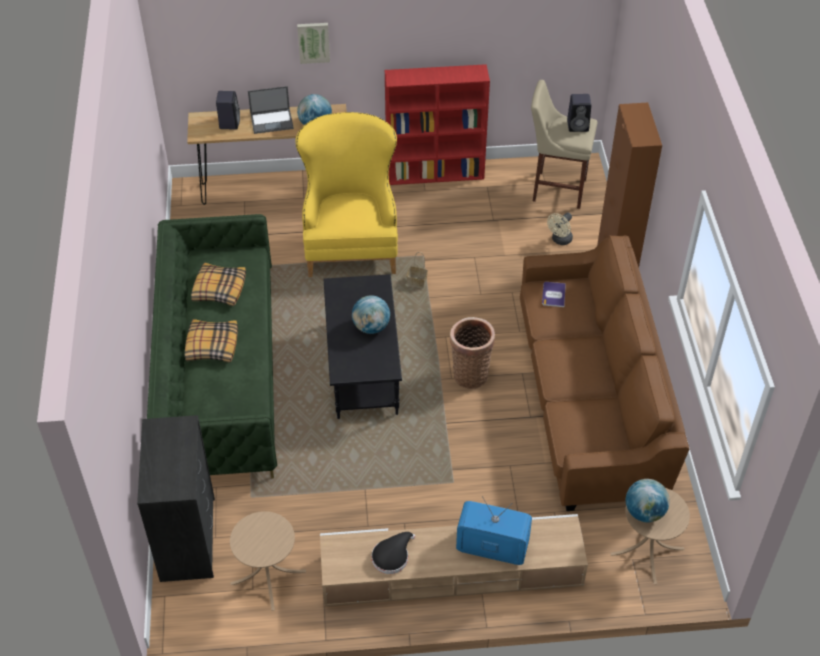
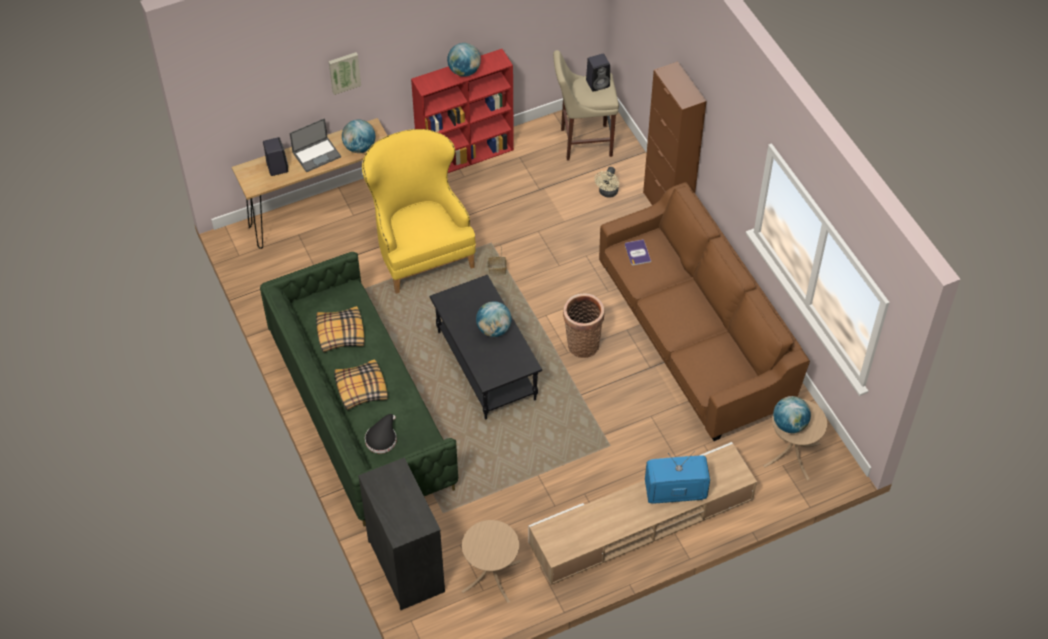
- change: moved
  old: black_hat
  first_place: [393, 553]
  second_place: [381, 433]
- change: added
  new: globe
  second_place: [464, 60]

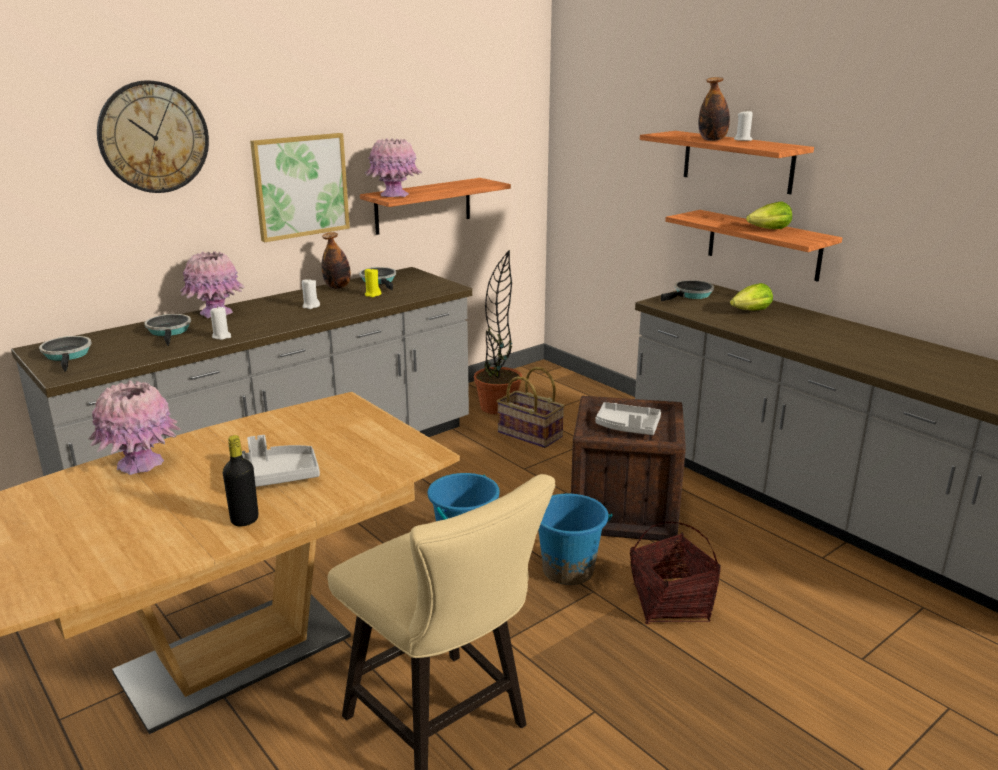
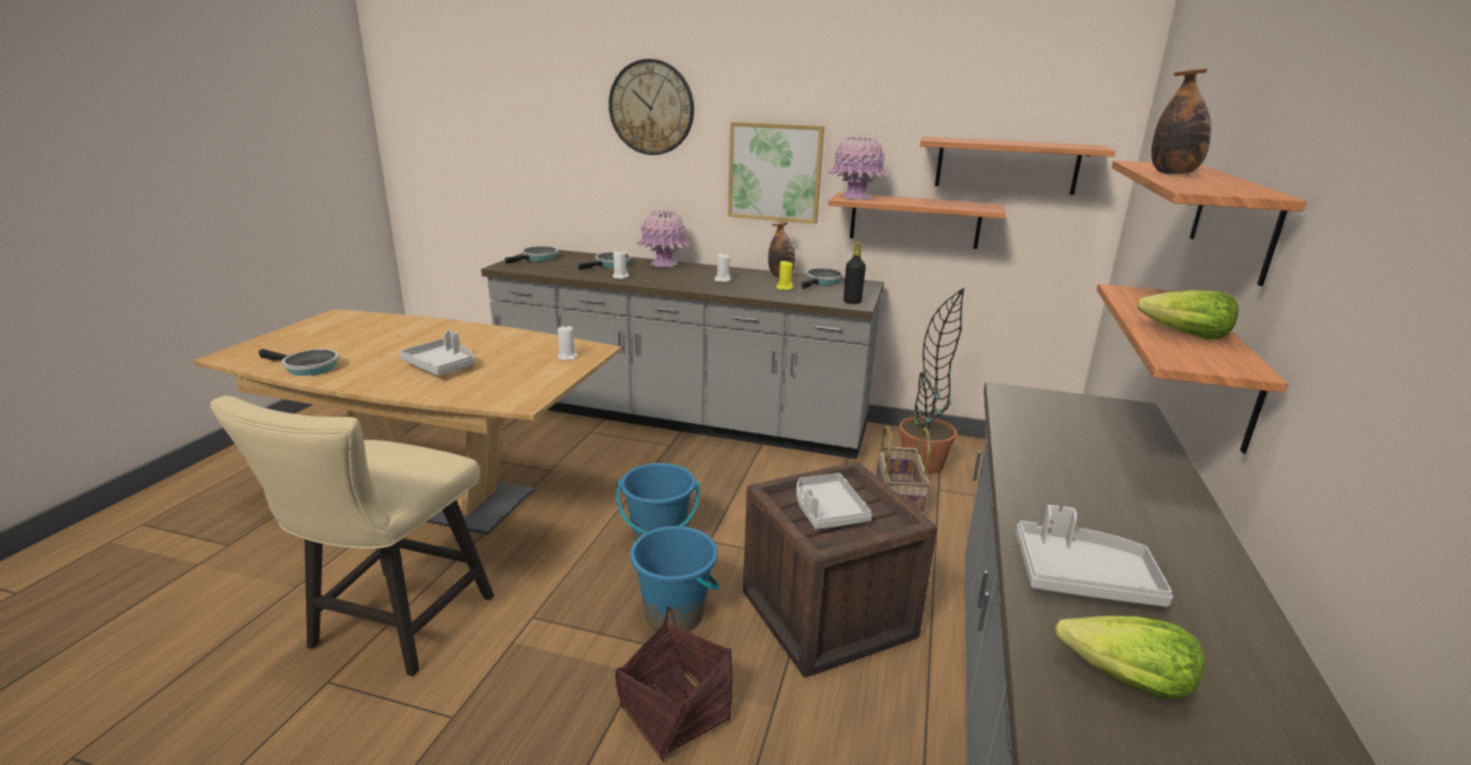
- change: moved
  old: white_candle
  first_place: [743, 125]
  second_place: [567, 342]
- change: moved
  old: frying_pan
  first_place: [687, 290]
  second_place: [299, 362]
- change: moved
  old: lettuce
  first_place: [751, 297]
  second_place: [1129, 657]
- change: removed
  old: pink_vase
  first_place: [134, 427]
- change: moved
  old: black_bottle
  first_place: [240, 481]
  second_place: [855, 273]
- change: added
  new: shelf
  second_place: [1018, 166]
- change: added
  new: grey_tray
  second_place: [1094, 556]

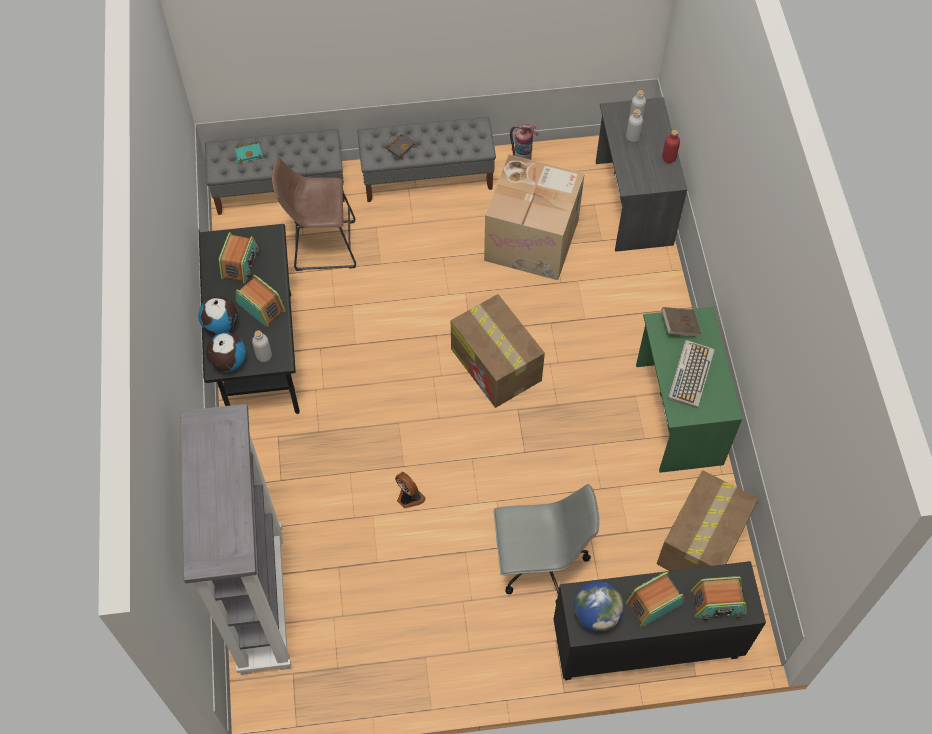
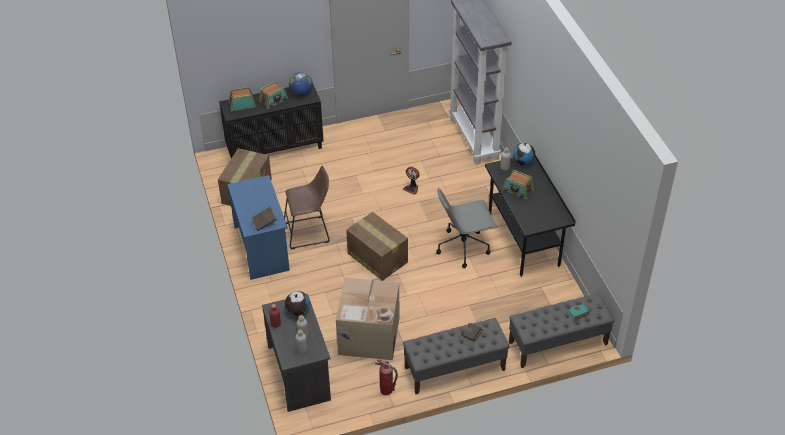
- change: moved
  old: brown_stool
  first_place: [314, 214]
  second_place: [307, 207]
- change: removed
  old: radio
  first_place: [239, 258]
- change: moved
  old: globe
  first_place: [218, 315]
  second_place: [297, 304]
- change: recoloured
  old: green_desk
  new: blue_desk
  first_place: [689, 390]
  second_place: [258, 227]
- change: removed
  old: keyboard
  first_place: [691, 374]
- change: moved
  old: grey_office_chair
  first_place: [546, 543]
  second_place: [466, 228]

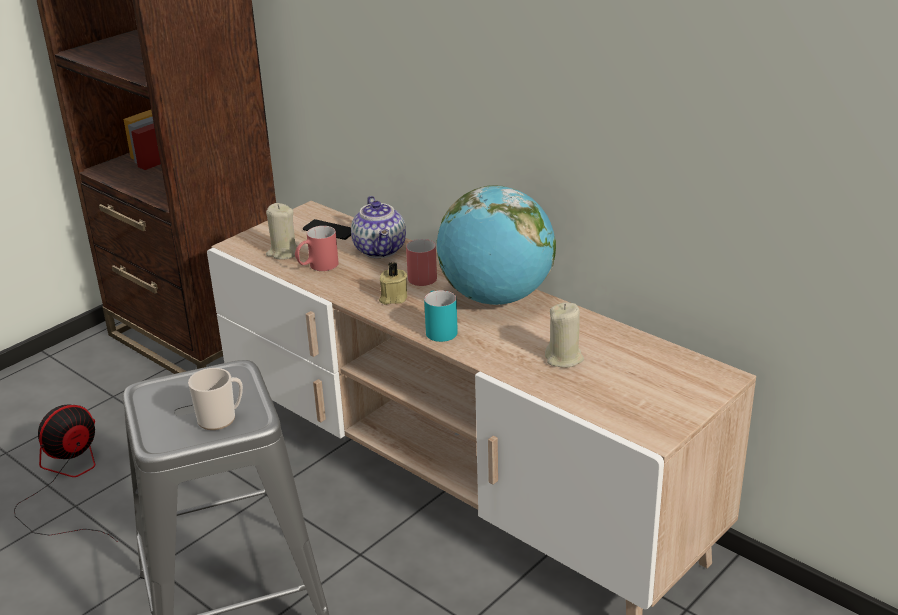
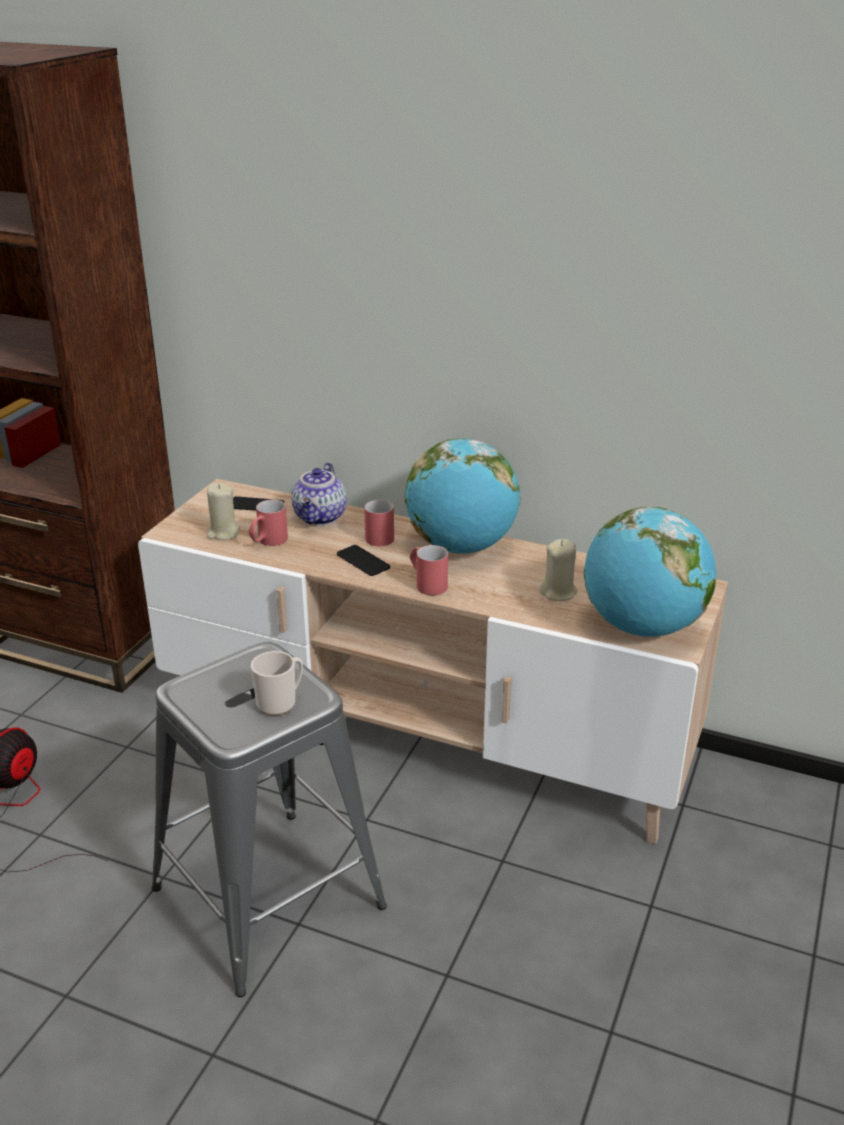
- change: turned
  old: teapot
  first_place: [378, 227]
  second_place: [319, 494]
  degrees: 45
- change: replaced
  old: beige_candle
  new: phone
  first_place: [393, 283]
  second_place: [363, 560]
- change: recoloured
  old: turquoise_mug
  new: red_mug
  first_place: [441, 316]
  second_place: [429, 570]
- change: added
  new: globe
  second_place: [650, 572]

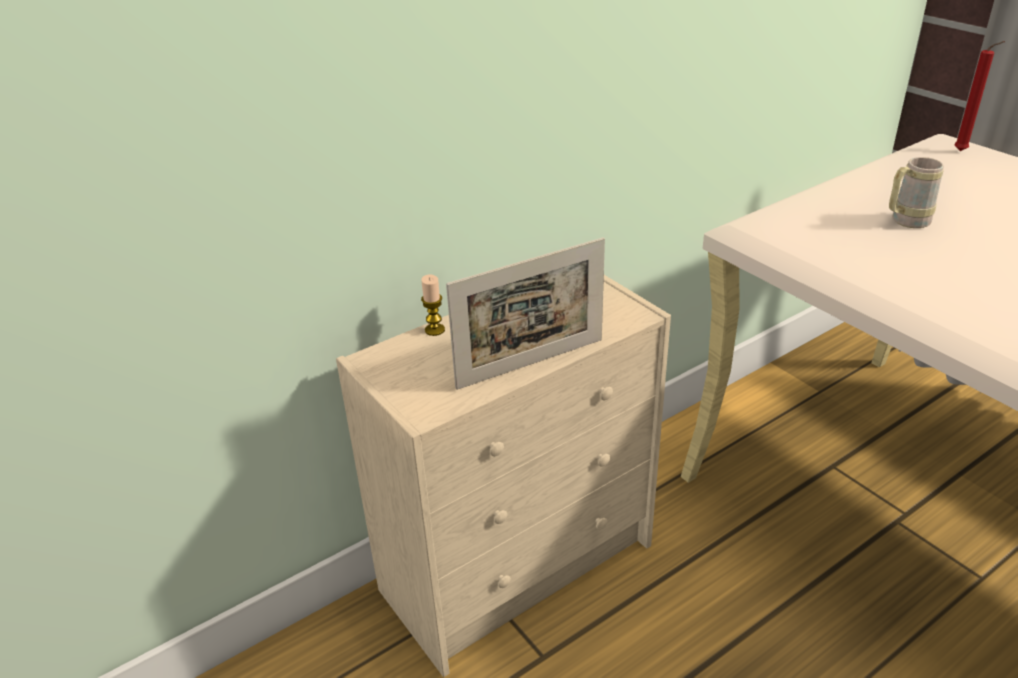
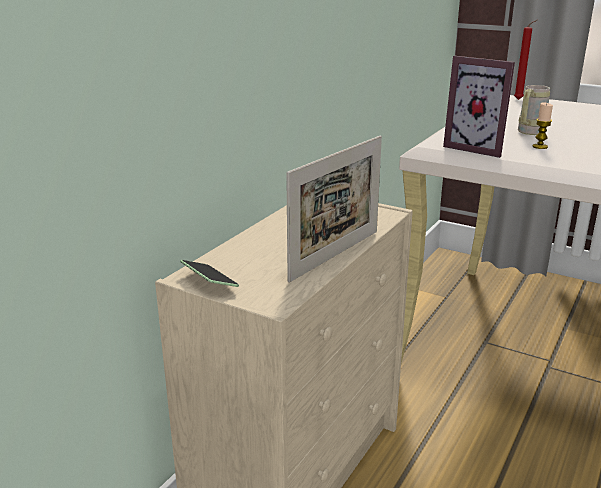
- change: moved
  old: candle
  first_place: [433, 305]
  second_place: [543, 125]
- change: added
  new: picture_frame
  second_place: [479, 107]
- change: added
  new: phone
  second_place: [209, 273]

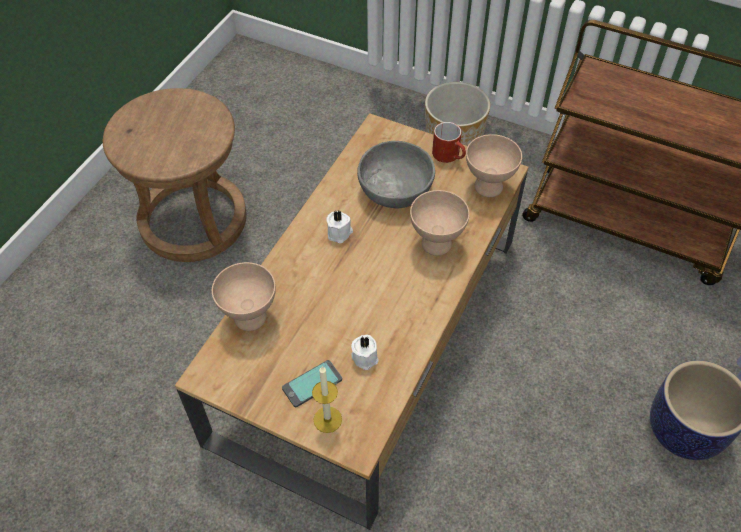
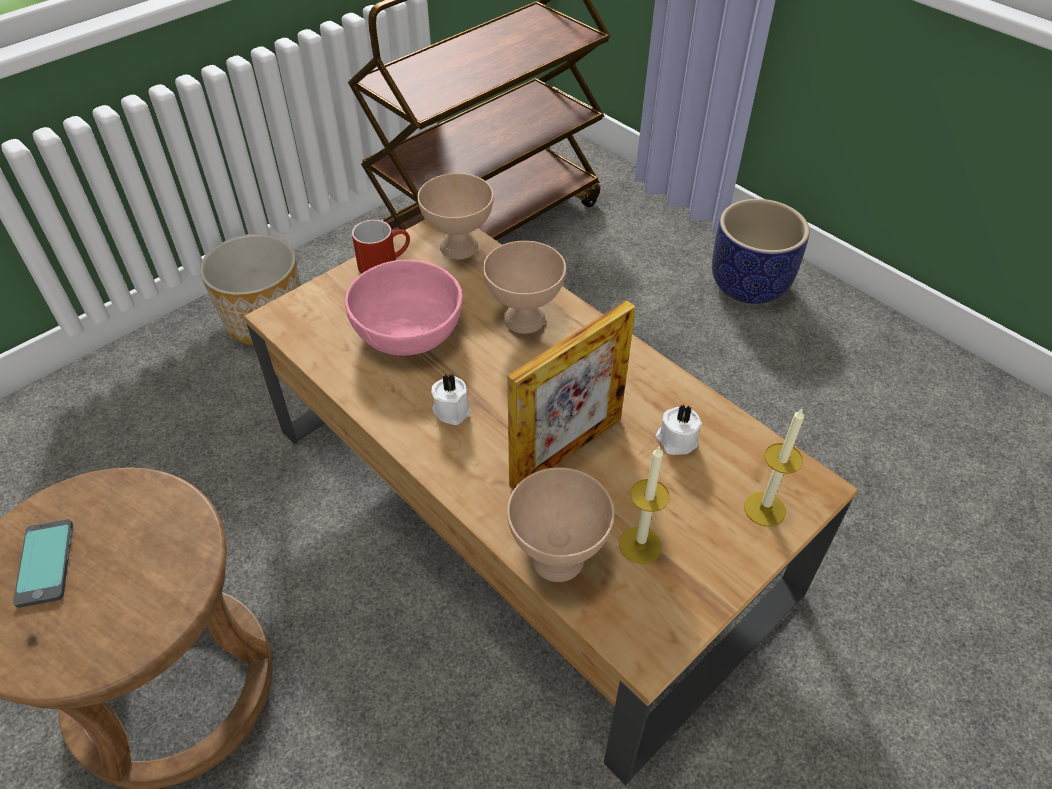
- change: recoloured
  old: grey_bowl
  new: pink_bowl
  first_place: [396, 174]
  second_place: [404, 308]
- change: moved
  old: phone
  first_place: [312, 383]
  second_place: [43, 563]
- change: added
  new: picture_frame
  second_place: [571, 395]
- change: added
  new: candle
  second_place: [644, 504]

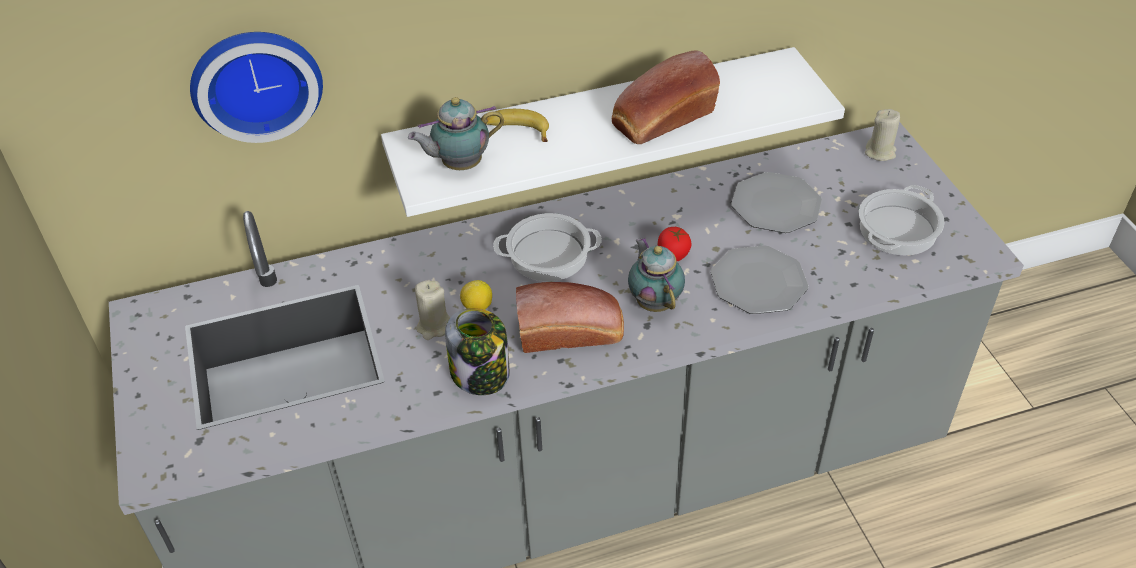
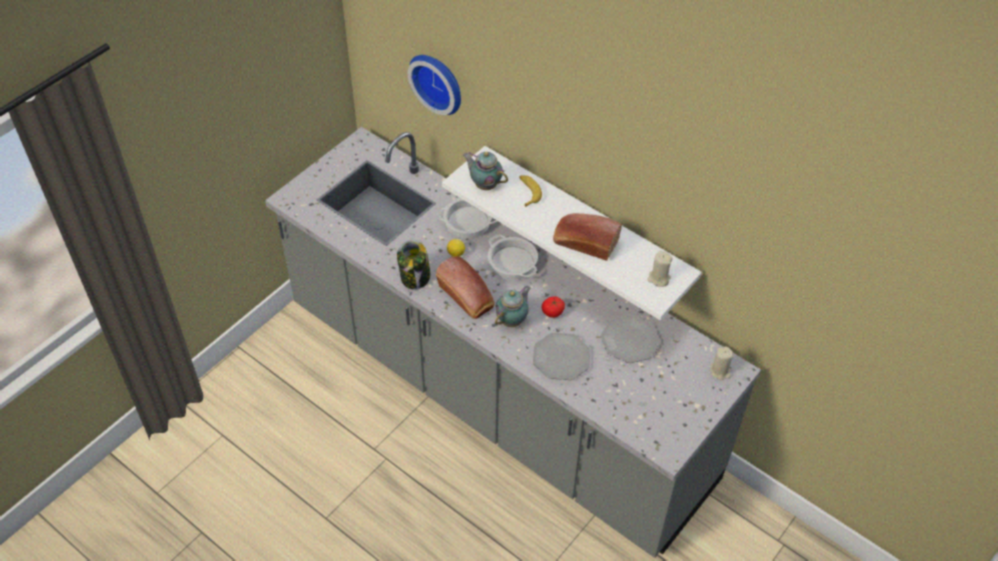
- change: moved
  old: cooking_pot
  first_place: [902, 220]
  second_place: [467, 218]
- change: moved
  old: beige_candle
  first_place: [432, 310]
  second_place: [659, 269]

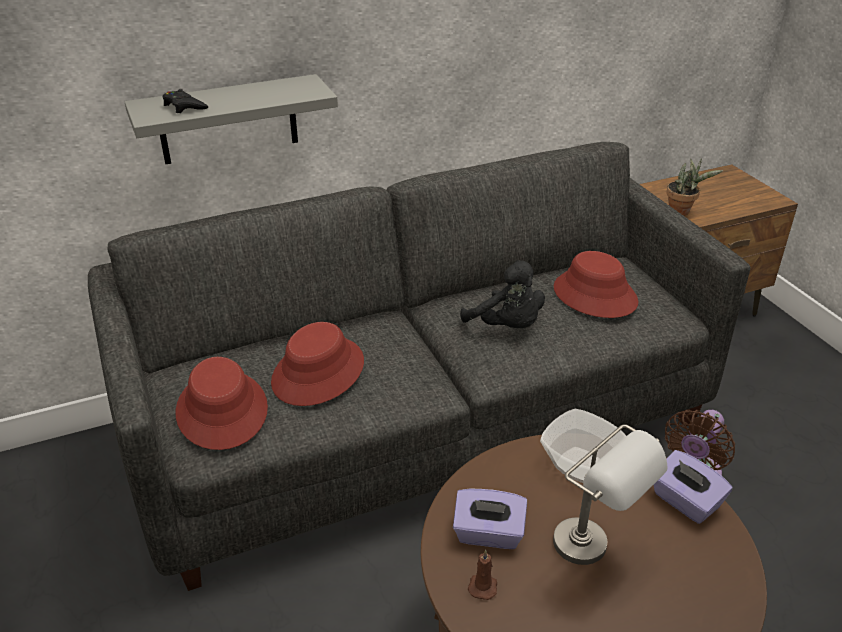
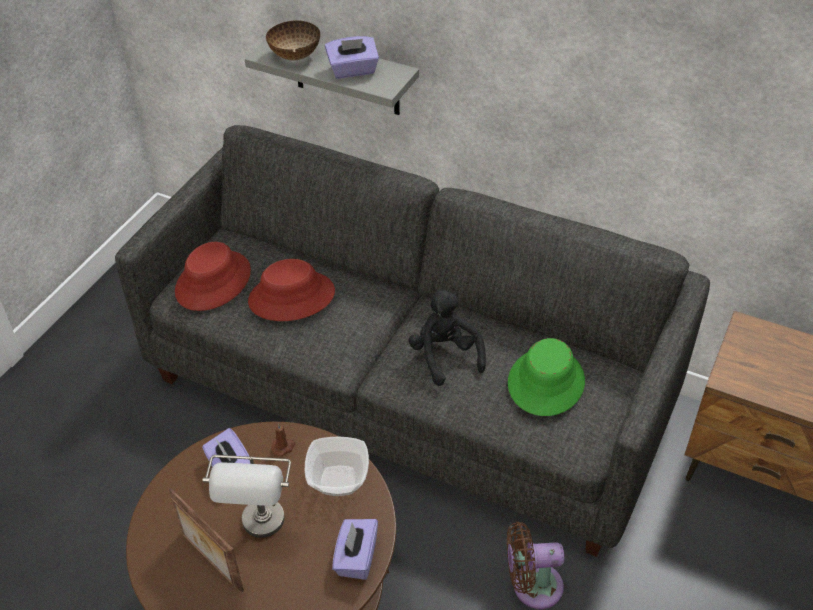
- change: replaced
  old: black_game_controller
  new: bowl
  first_place: [185, 101]
  second_place: [293, 40]
- change: removed
  old: potted_plant
  first_place: [694, 187]
- change: recoloured
  old: red_hat
  new: green_hat
  first_place: [596, 284]
  second_place: [546, 377]
- change: turned
  old: black_plush_toy
  first_place: [502, 294]
  second_place: [447, 337]
  degrees: 150
- change: moved
  old: brown_candle
  first_place: [482, 575]
  second_place: [283, 439]
- change: added
  new: purple_tissue_box
  second_place: [352, 57]
- change: added
  new: picture_frame
  second_place: [206, 540]

